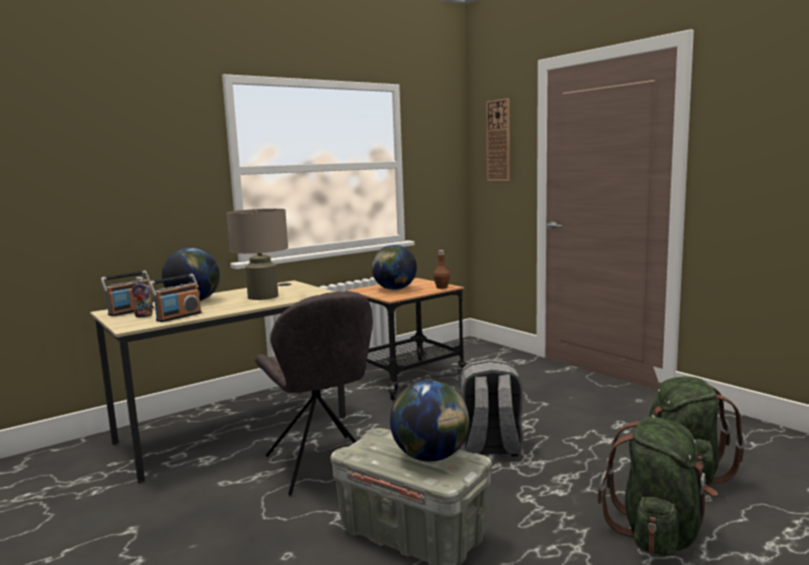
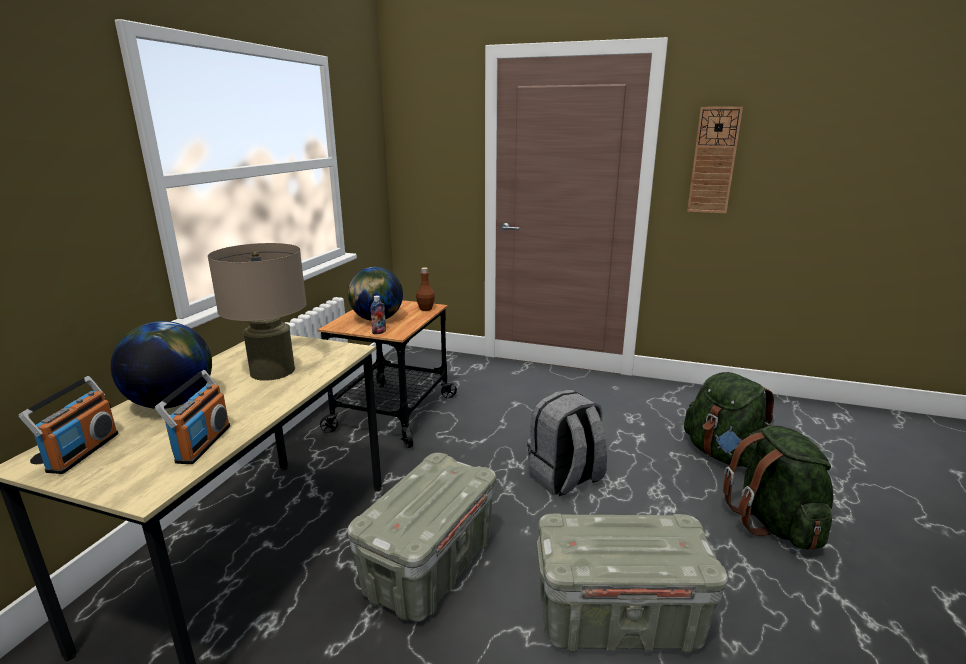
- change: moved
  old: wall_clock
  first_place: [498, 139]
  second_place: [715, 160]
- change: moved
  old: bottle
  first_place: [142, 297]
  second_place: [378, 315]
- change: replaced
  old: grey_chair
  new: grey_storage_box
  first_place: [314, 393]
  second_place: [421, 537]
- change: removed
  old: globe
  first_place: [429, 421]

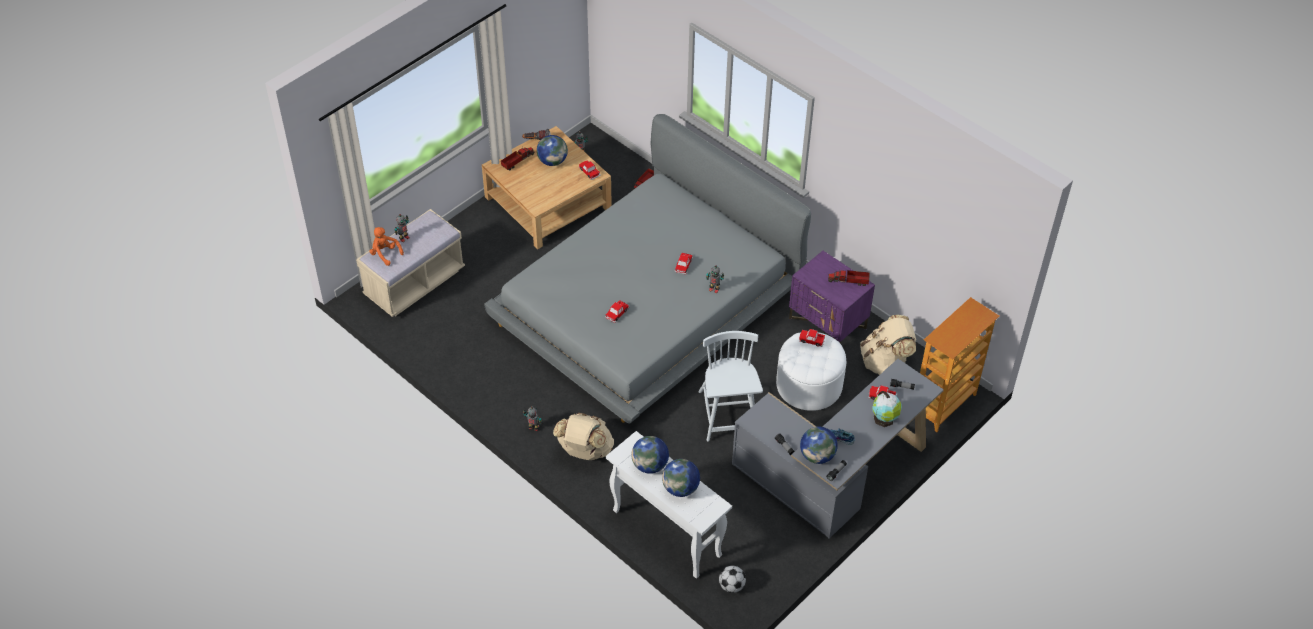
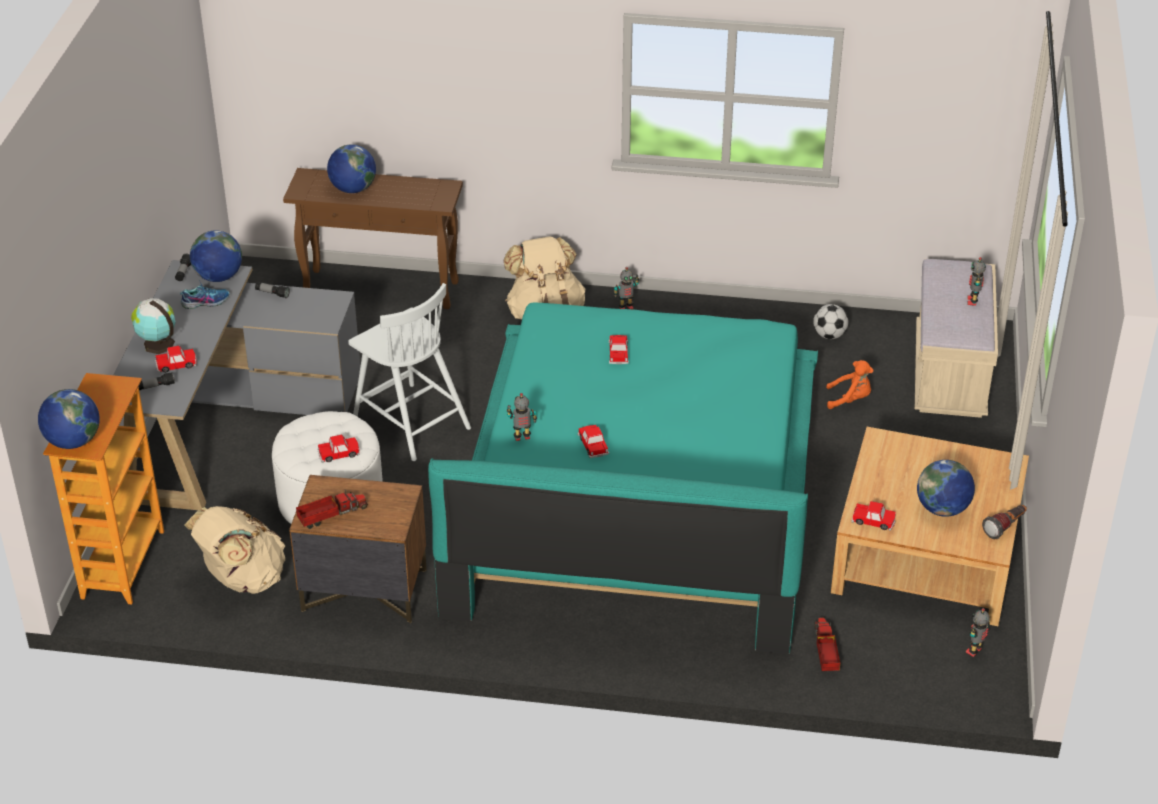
- change: recoloured
  old: grey_bed
  new: turquoise_bed
  first_place: [647, 269]
  second_place: [623, 478]
- change: removed
  old: toy_truck
  first_place: [518, 158]
- change: moved
  old: orange_plush_toy
  first_place: [386, 246]
  second_place: [849, 384]
- change: recoloured
  old: purple_nightstand
  new: brown_nightstand
  first_place: [832, 297]
  second_place: [358, 549]
- change: recoloured
  old: white_console_table
  new: brown_console_table
  first_place: [669, 505]
  second_place: [373, 238]
- change: moved
  old: globe
  first_place: [650, 455]
  second_place: [69, 419]
- change: moved
  old: football
  first_place: [732, 579]
  second_place: [830, 321]

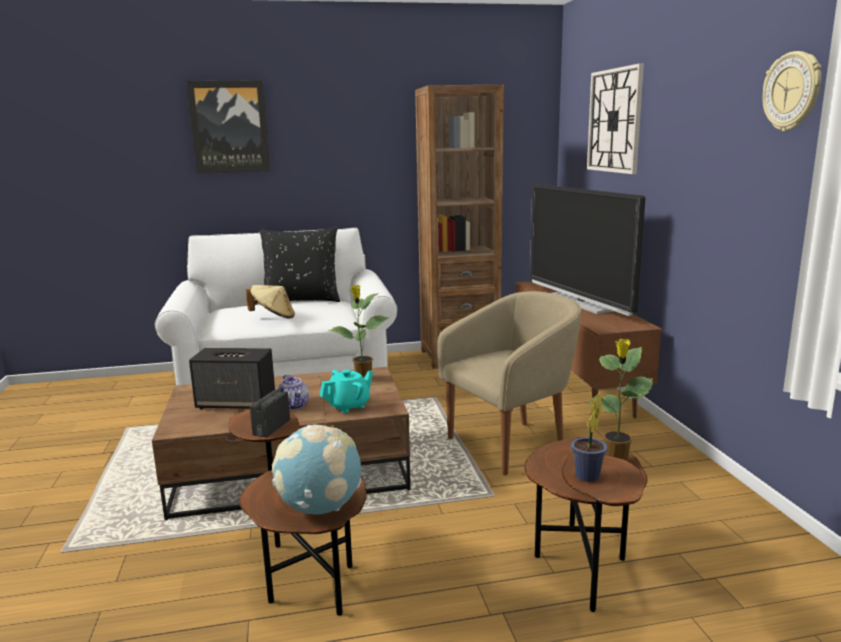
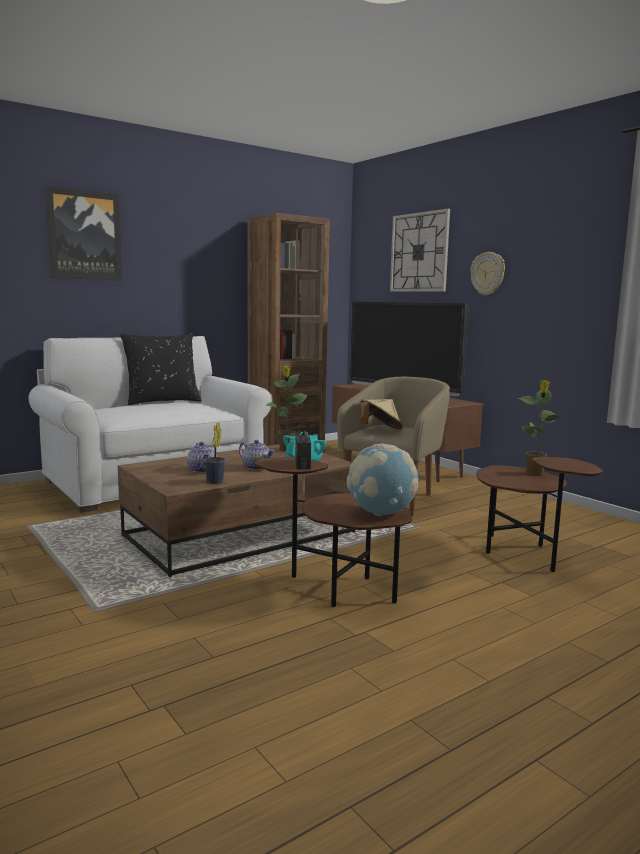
- change: moved
  old: wall_clock
  first_place: [791, 91]
  second_place: [487, 274]
- change: moved
  old: beige_hat
  first_place: [270, 302]
  second_place: [381, 414]
- change: replaced
  old: speaker
  new: teapot
  first_place: [232, 378]
  second_place: [202, 457]
- change: moved
  old: potted_plant
  first_place: [589, 437]
  second_place: [214, 453]

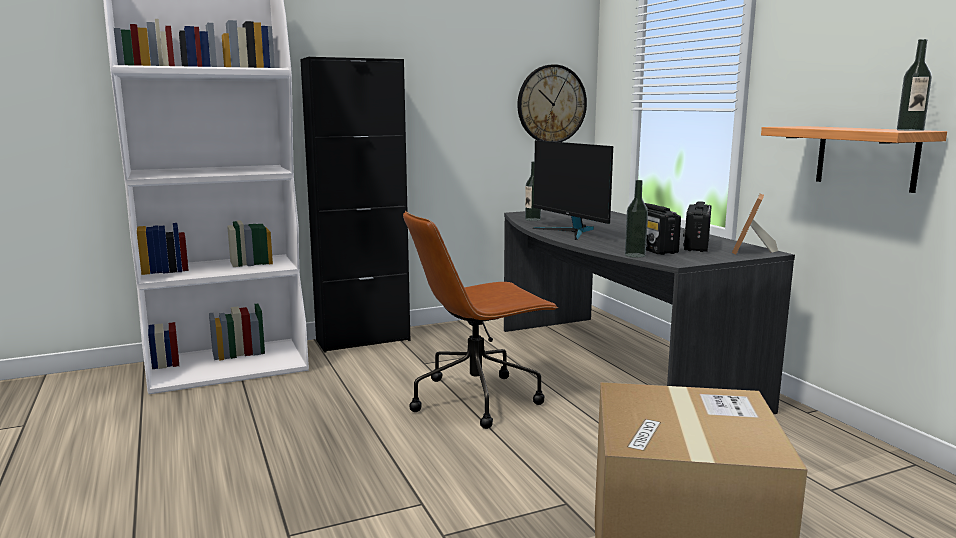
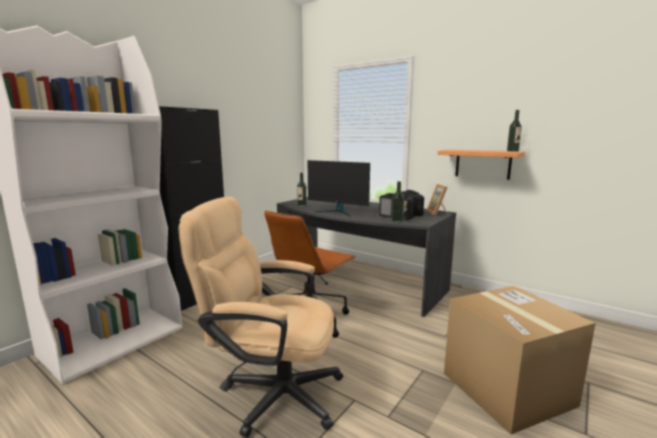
- change: removed
  old: wall_clock
  first_place: [552, 103]
- change: added
  new: beige_office_chair
  second_place: [260, 316]

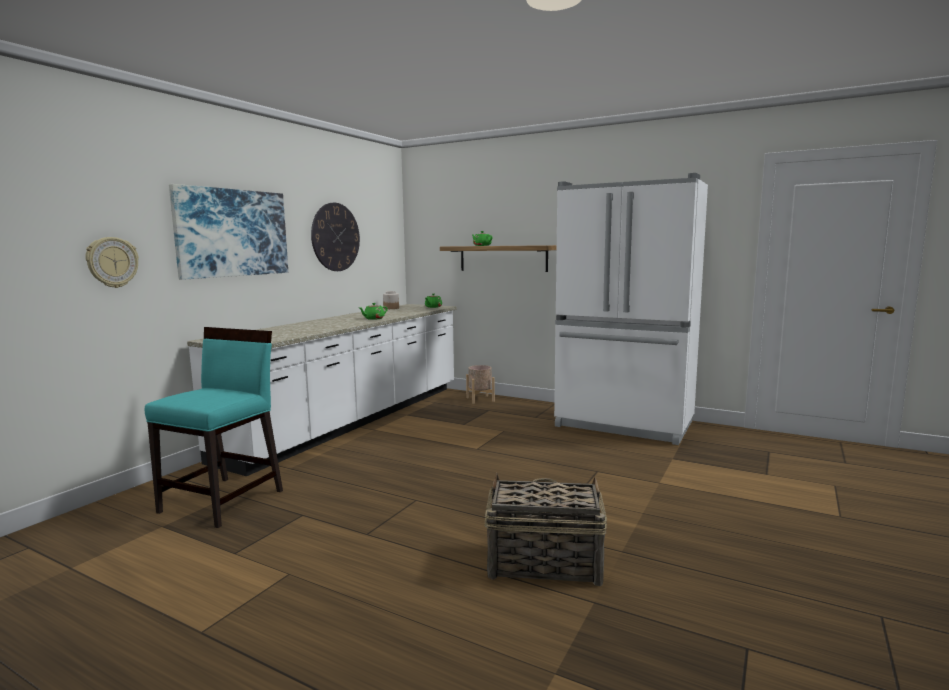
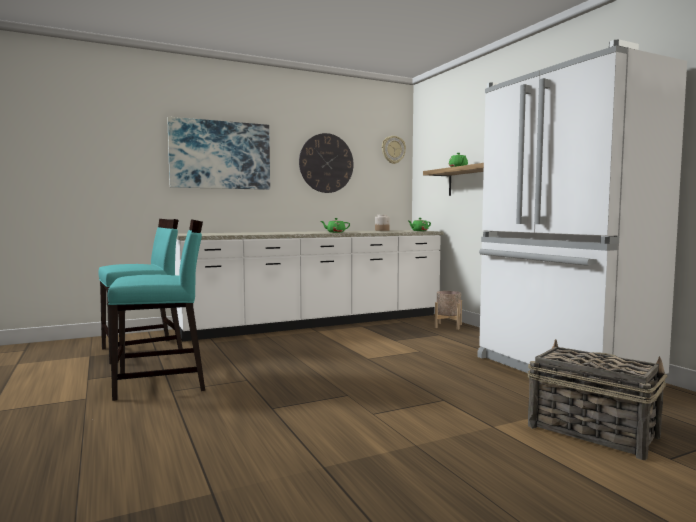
- change: moved
  old: wall_clock
  first_place: [112, 262]
  second_place: [394, 150]
- change: moved
  old: basket
  first_place: [546, 529]
  second_place: [597, 399]
- change: added
  new: turquoise_chair
  second_place: [156, 310]

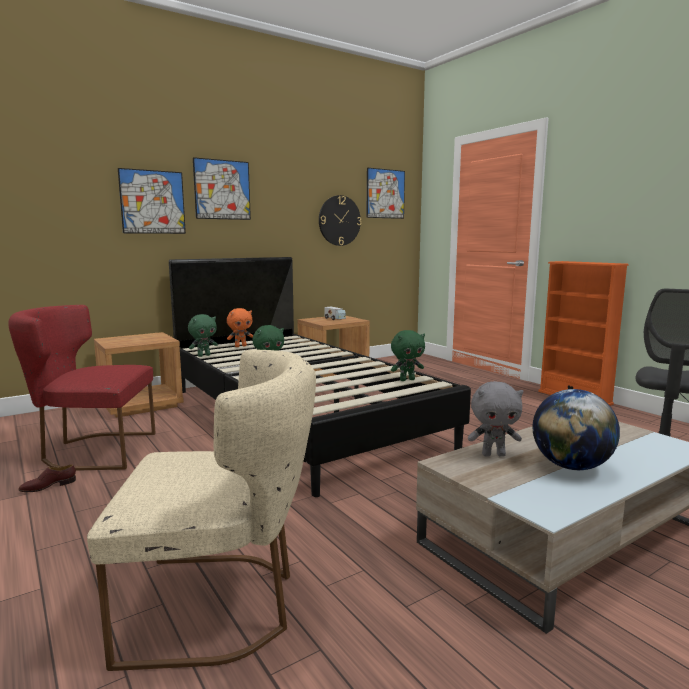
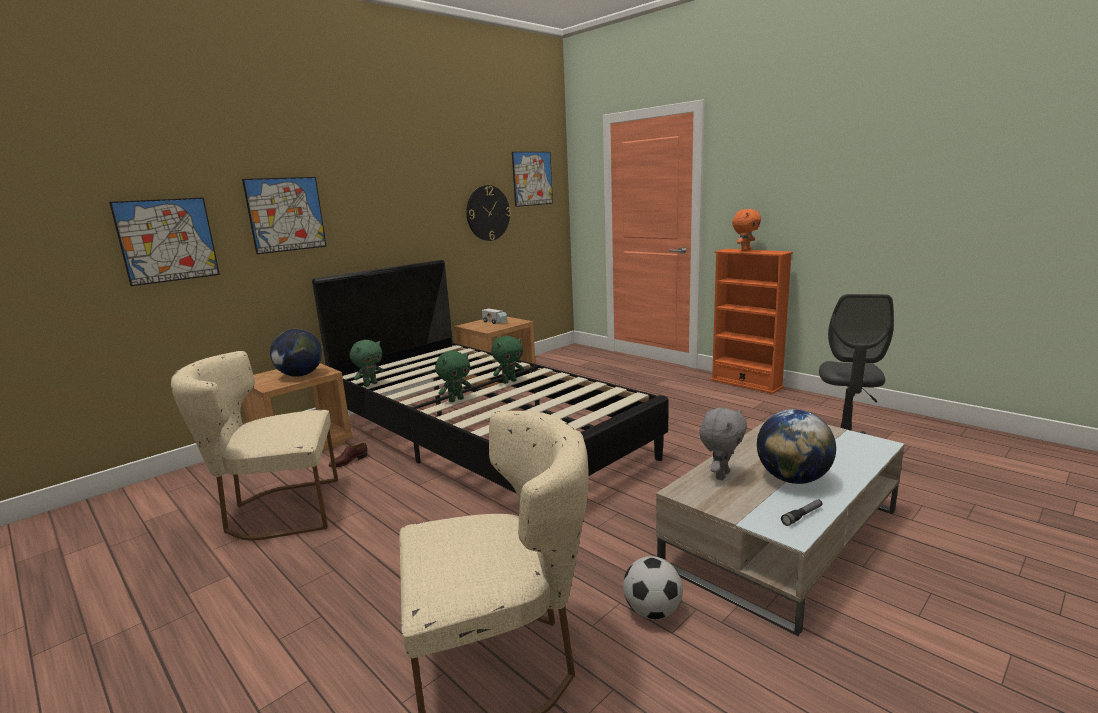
- change: moved
  old: picture
  first_place: [222, 188]
  second_place: [164, 241]
- change: recoloured
  old: red_chair
  new: beige_chair
  first_place: [82, 388]
  second_place: [254, 445]
- change: moved
  old: orange_plush_toy
  first_place: [240, 327]
  second_place: [746, 230]
- change: moved
  old: green_plush_toy
  first_place: [408, 355]
  second_place: [507, 360]
- change: turned
  old: grey_plush_toy
  first_place: [495, 419]
  second_place: [723, 444]
  degrees: -45
- change: moved
  old: brown_shoe
  first_place: [47, 478]
  second_place: [348, 454]
- change: added
  new: globe
  second_place: [296, 353]
- change: added
  new: flashlight
  second_place: [801, 512]
- change: added
  new: football
  second_place: [653, 588]

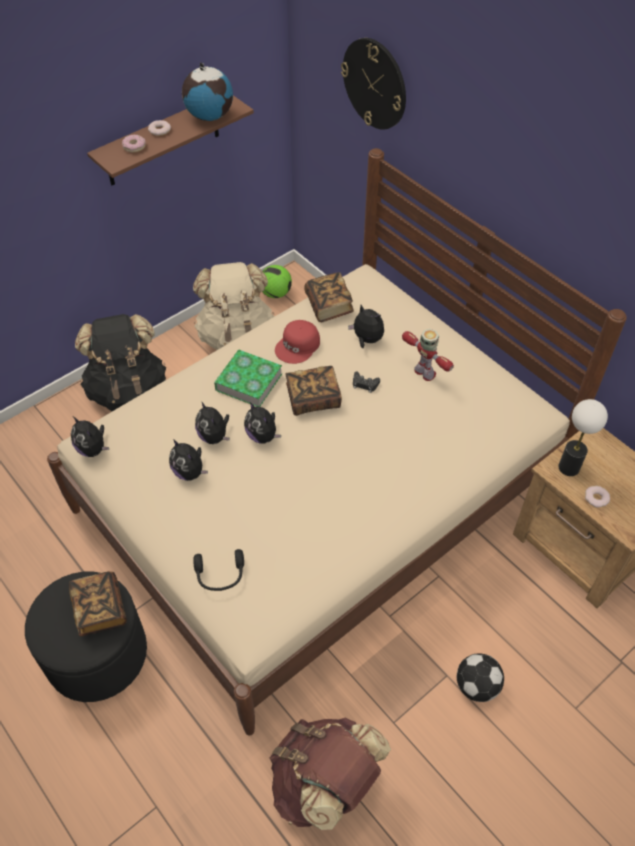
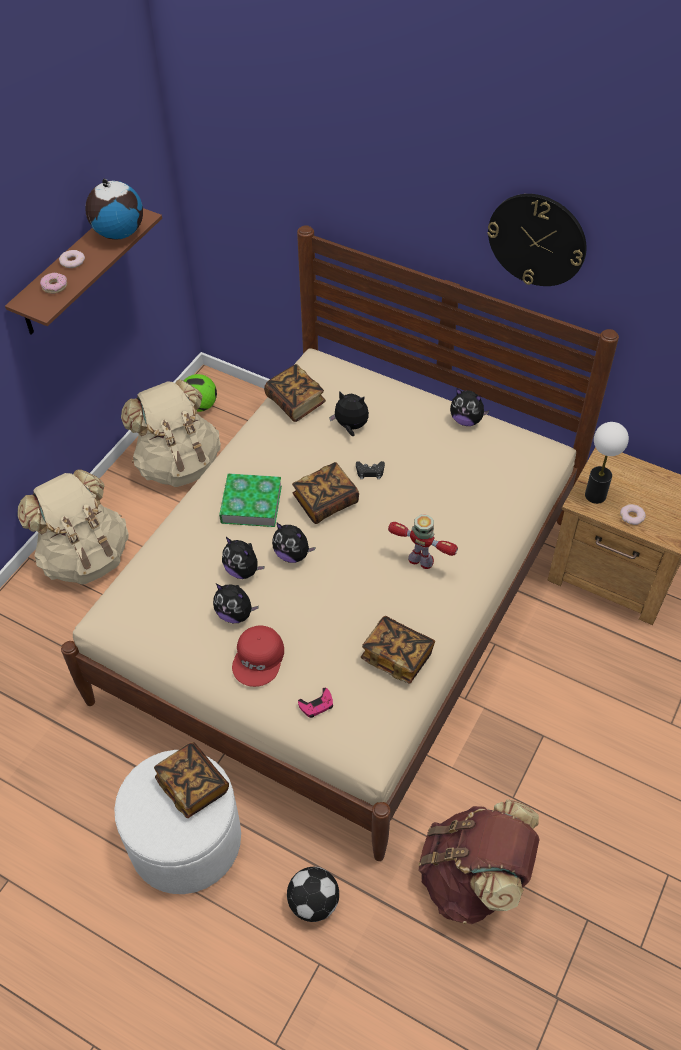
- change: moved
  old: wall_clock
  first_place: [373, 84]
  second_place: [537, 240]
- change: recoloured
  old: black_backpack
  new: beige_backpack
  first_place: [120, 362]
  second_place: [72, 527]
- change: moved
  old: red_cap
  first_place: [297, 342]
  second_place: [258, 656]
- change: moved
  old: toy_robot
  first_place: [428, 355]
  second_place: [423, 542]
- change: moved
  old: plush_toy
  first_place: [90, 436]
  second_place: [469, 407]
- change: replaced
  old: black_headphones
  new: pink_game_controller
  first_place: [218, 570]
  second_place: [315, 703]
- change: recoloured
  old: black_ottoman
  new: white_ottoman
  first_place: [86, 637]
  second_place: [177, 822]
- change: moved
  old: football
  first_place: [480, 677]
  second_place: [313, 894]
- change: added
  new: book
  second_place: [398, 649]

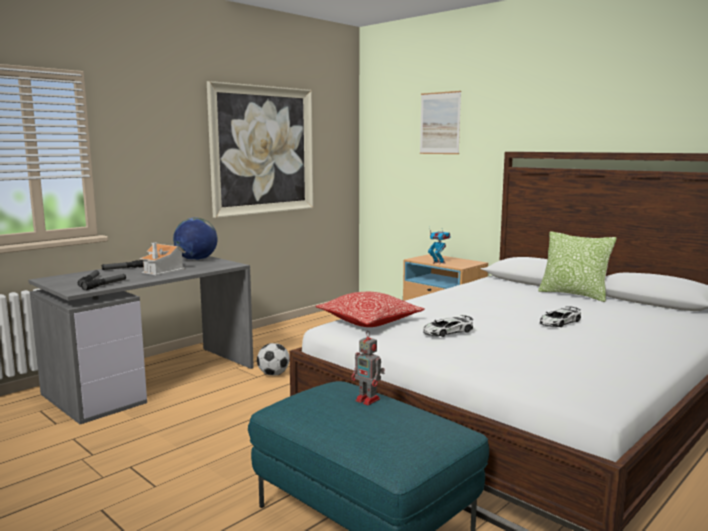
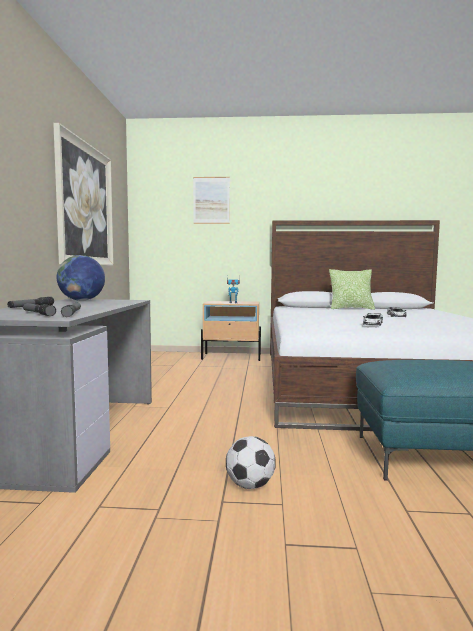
- change: removed
  old: toy_house
  first_place: [163, 258]
- change: removed
  old: pillow
  first_place: [370, 309]
- change: removed
  old: toy_robot
  first_place: [368, 368]
- change: moved
  old: football
  first_place: [273, 359]
  second_place: [251, 462]

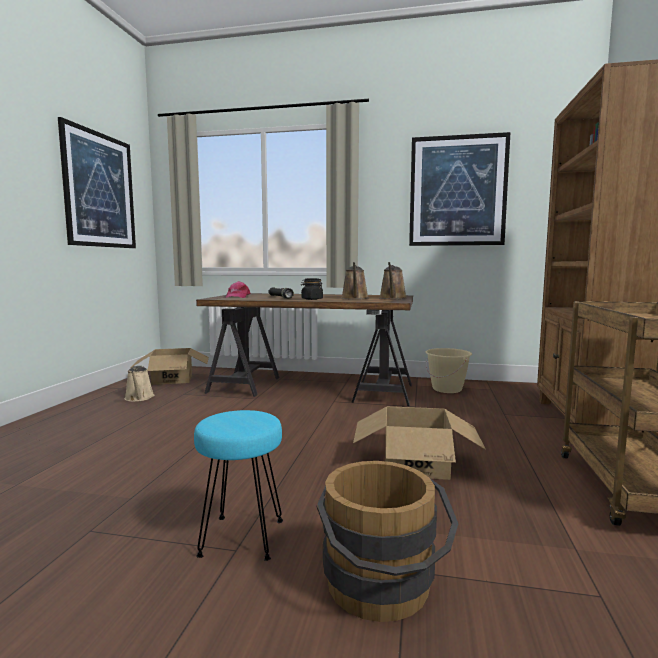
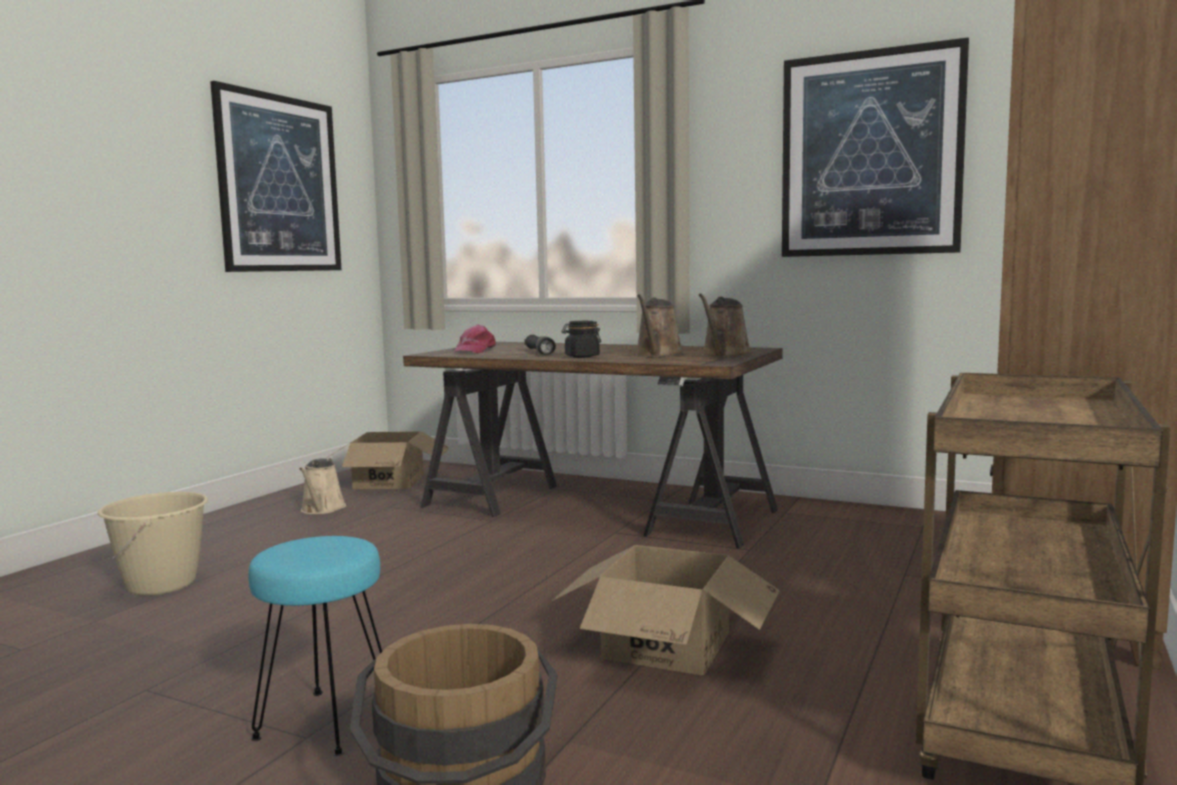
- change: moved
  old: beige_bucket
  first_place: [449, 370]
  second_place: [153, 544]

